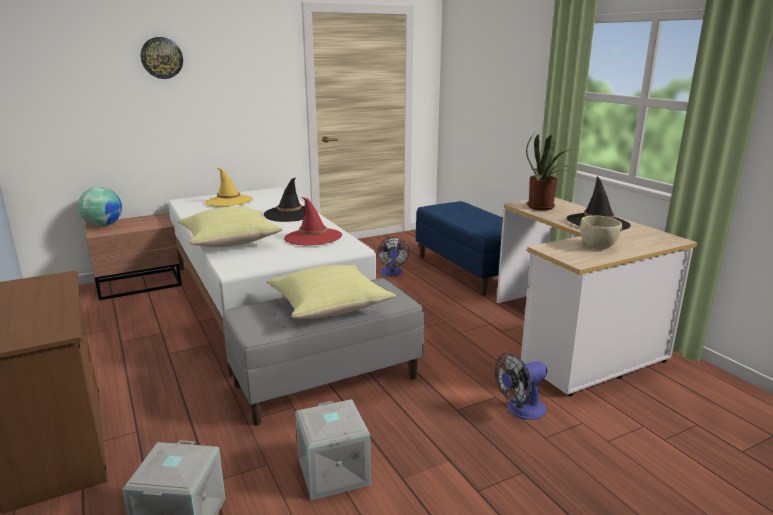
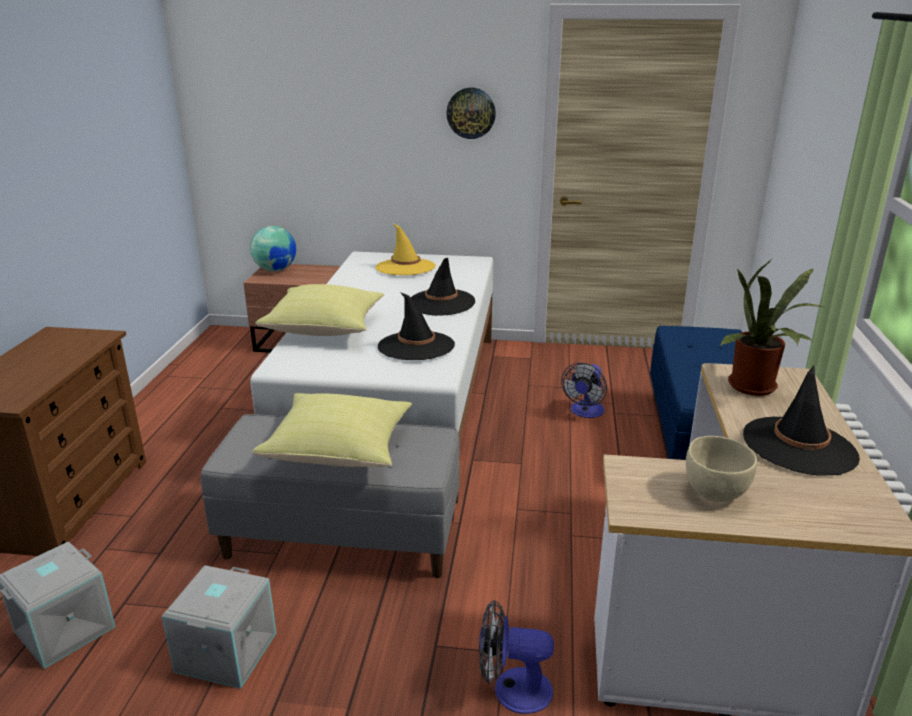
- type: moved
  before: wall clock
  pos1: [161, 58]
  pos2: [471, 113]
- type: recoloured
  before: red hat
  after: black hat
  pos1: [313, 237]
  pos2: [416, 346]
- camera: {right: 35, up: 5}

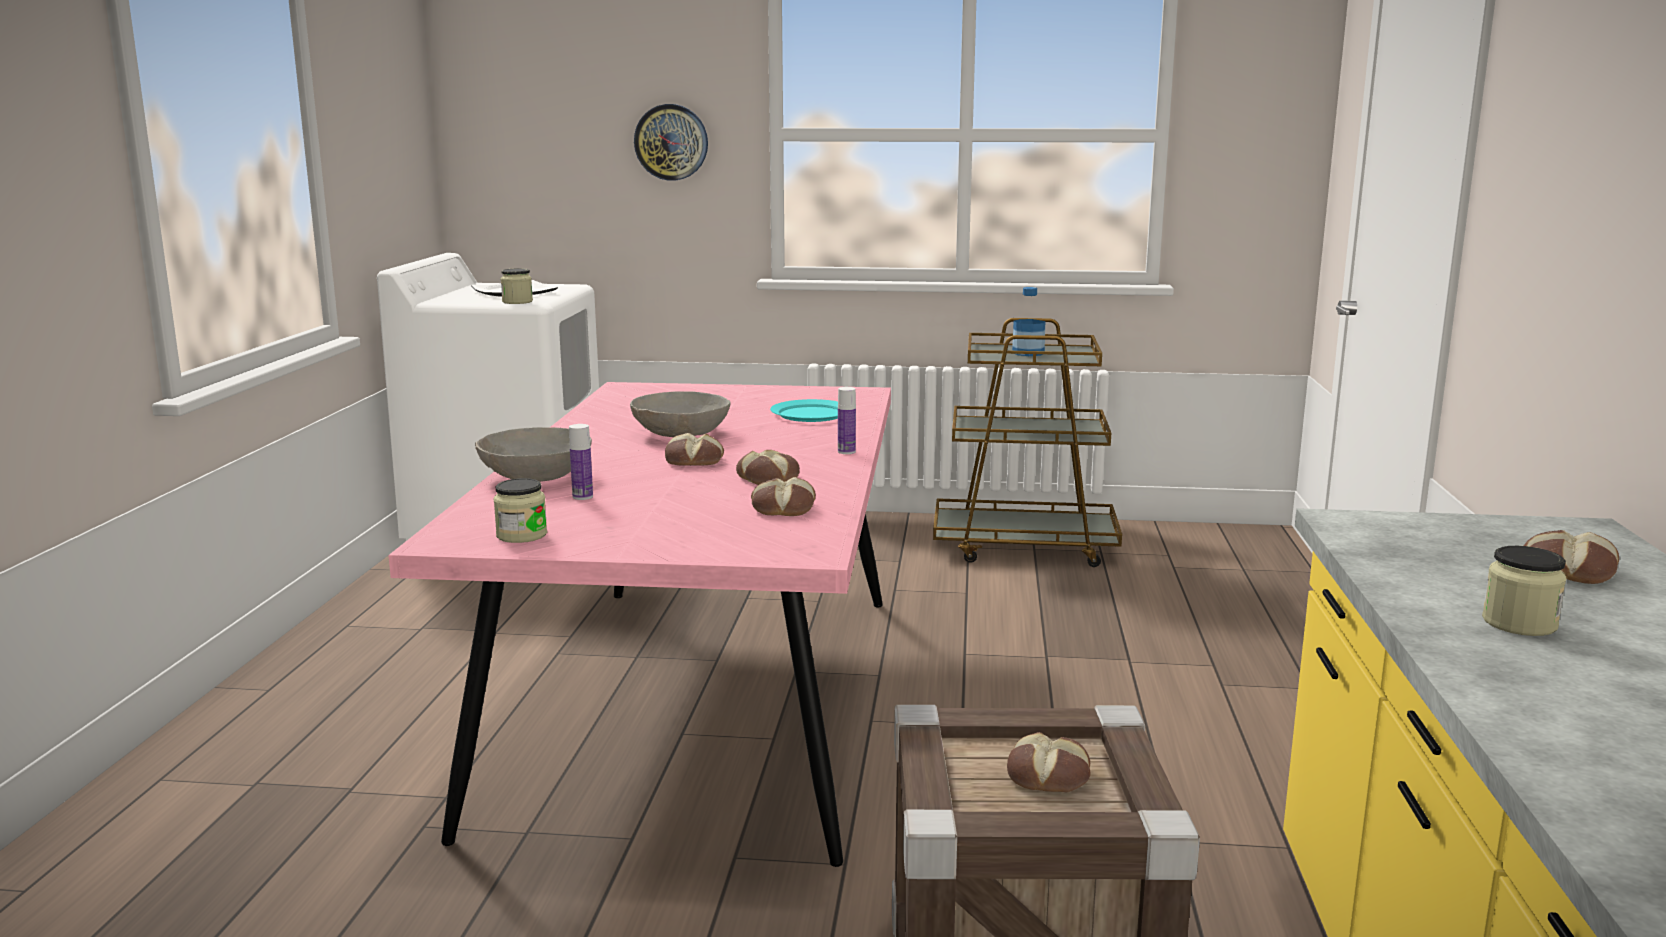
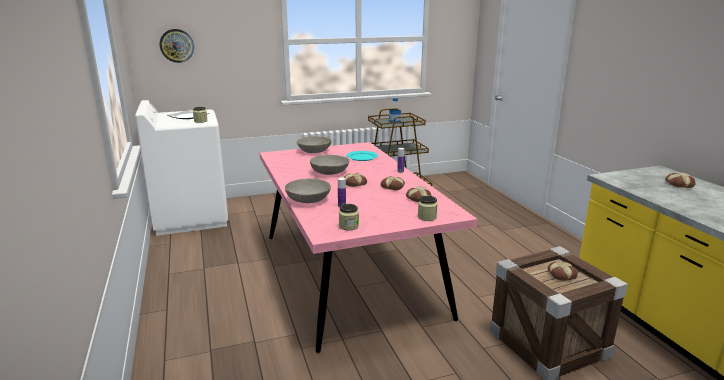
- type: moved
  before: wall clock
  pos1: [671, 142]
  pos2: [177, 45]
- type: moved
  before: jar
  pos1: [1519, 623]
  pos2: [427, 217]
- type: added
  after: grey bowl
  pos2: [314, 151]
- camera: {right: -25, up: 5}

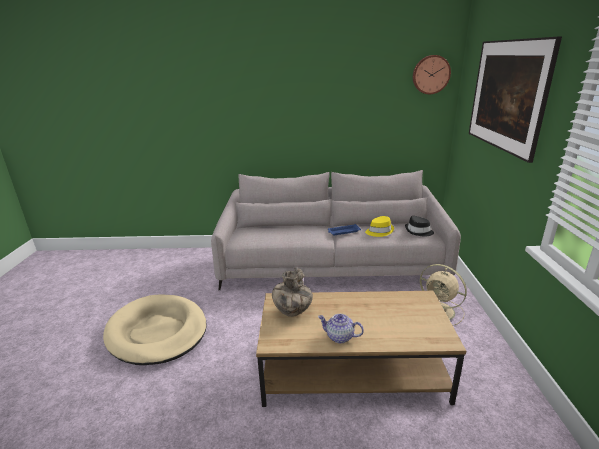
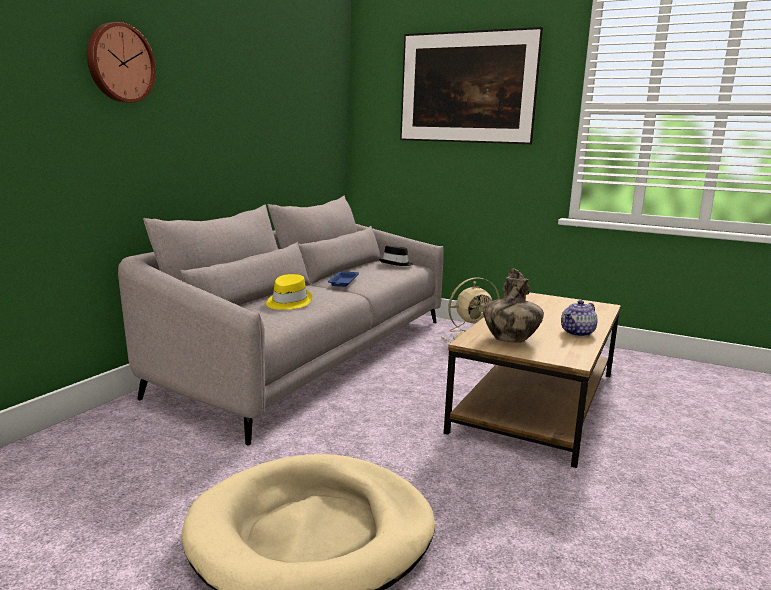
- type: moved
  before: wall clock
  pos1: [430, 74]
  pos2: [119, 63]
- type: moved
  before: yellow hat
  pos1: [379, 231]
  pos2: [287, 302]
- camera: {right: -65, up: -10}

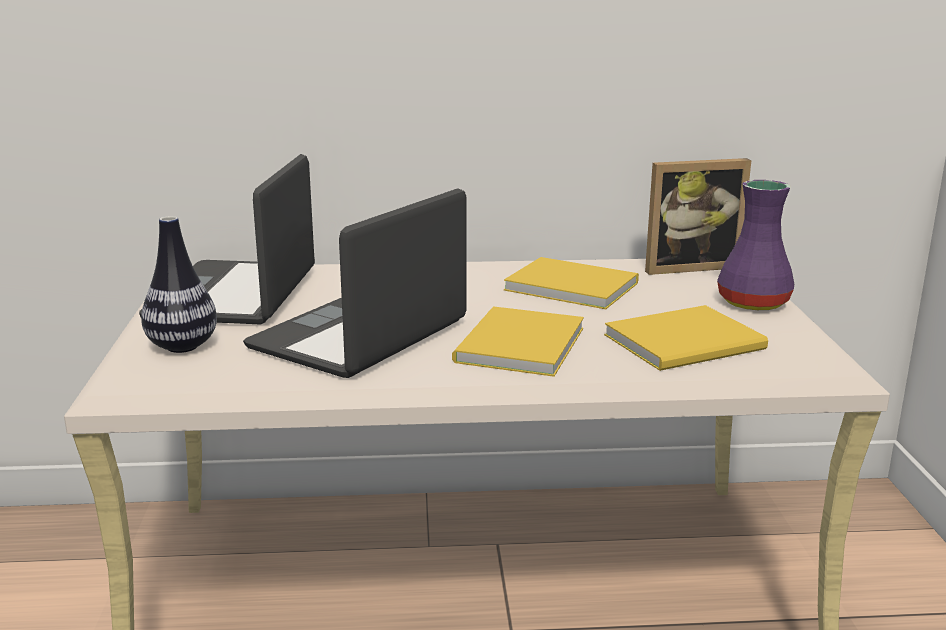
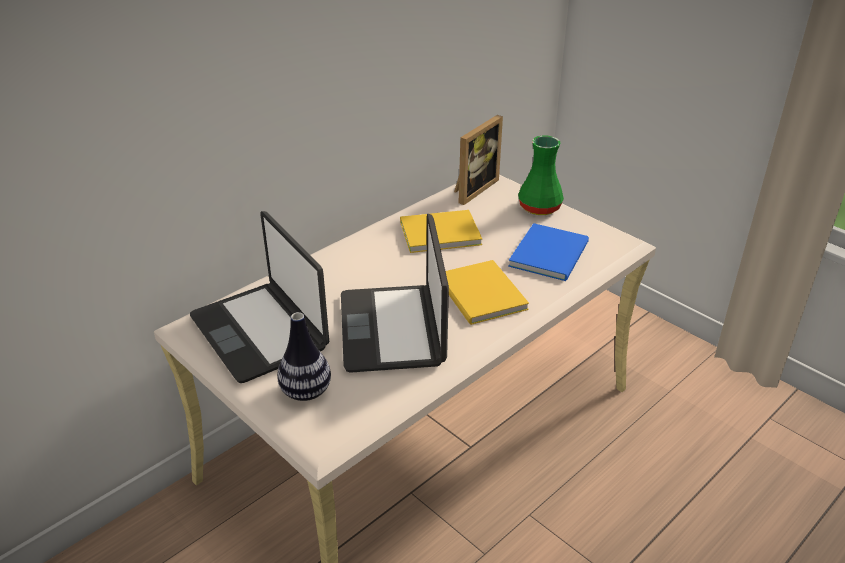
- type: recoloured
  before: purple vase
  after: green vase
  pos1: [751, 303]
  pos2: [539, 208]
- type: recoloured
  before: yellow book
  after: blue book
  pos1: [689, 343]
  pos2: [551, 253]
- camera: {right: -40, up: 15}

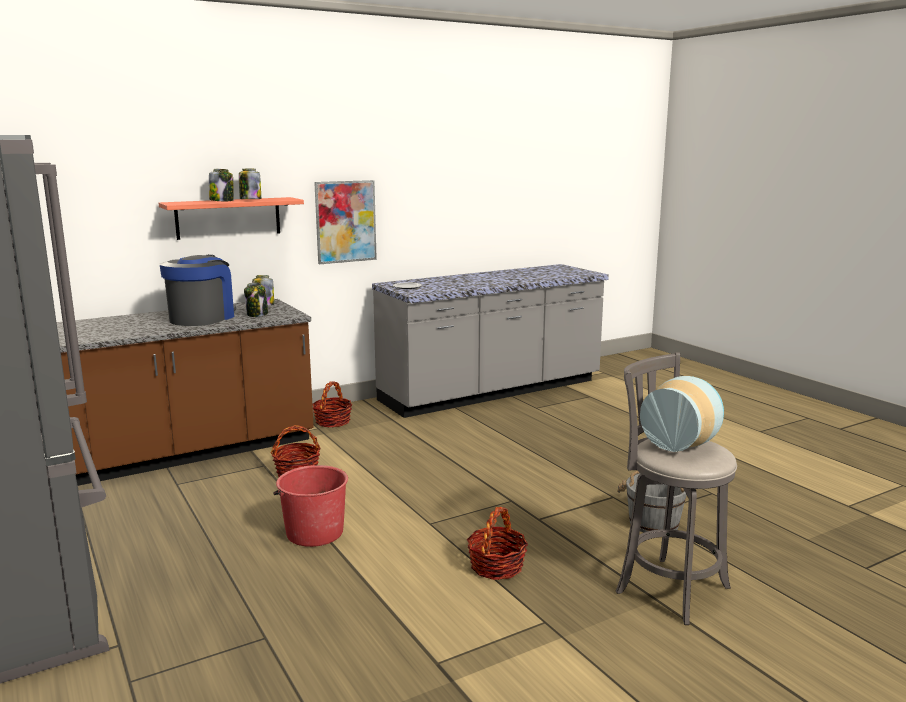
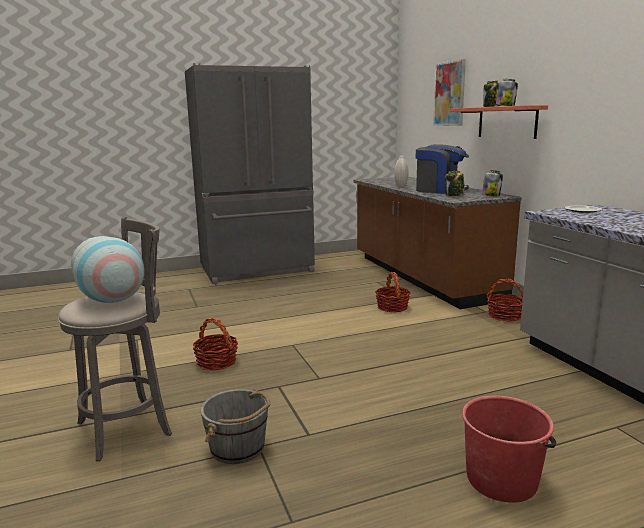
- type: moved
  before: picture
  pos1: [345, 221]
  pos2: [449, 94]
- type: moved
  before: red bucket
  pos1: [314, 533]
  pos2: [502, 479]
- type: added
  after: white vase
  pos2: [401, 187]
- camera: {right: 100, up: 0}

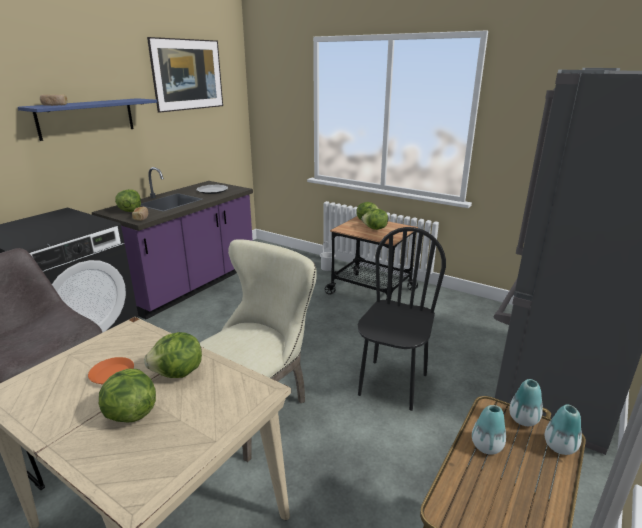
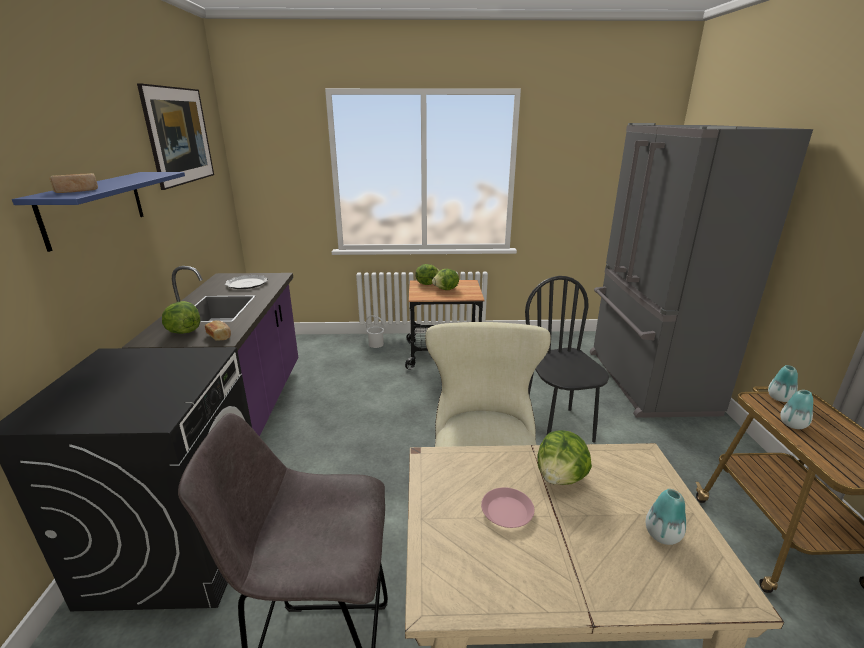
- type: recoloured
  before: orange plate
  after: pink plate
  pos1: [112, 374]
  pos2: [507, 511]
- type: removed
  before: lettuce
  pos1: [130, 414]
- type: moved
  before: vase
  pos1: [559, 446]
  pos2: [662, 535]
- camera: {right: -35, up: 0}

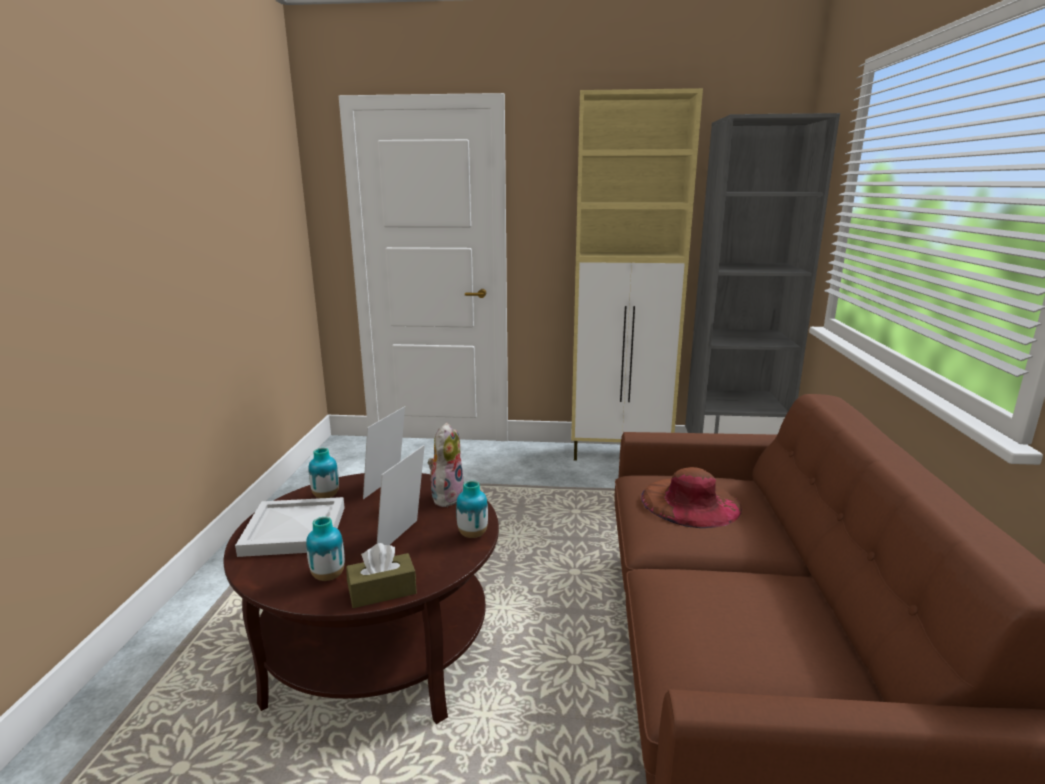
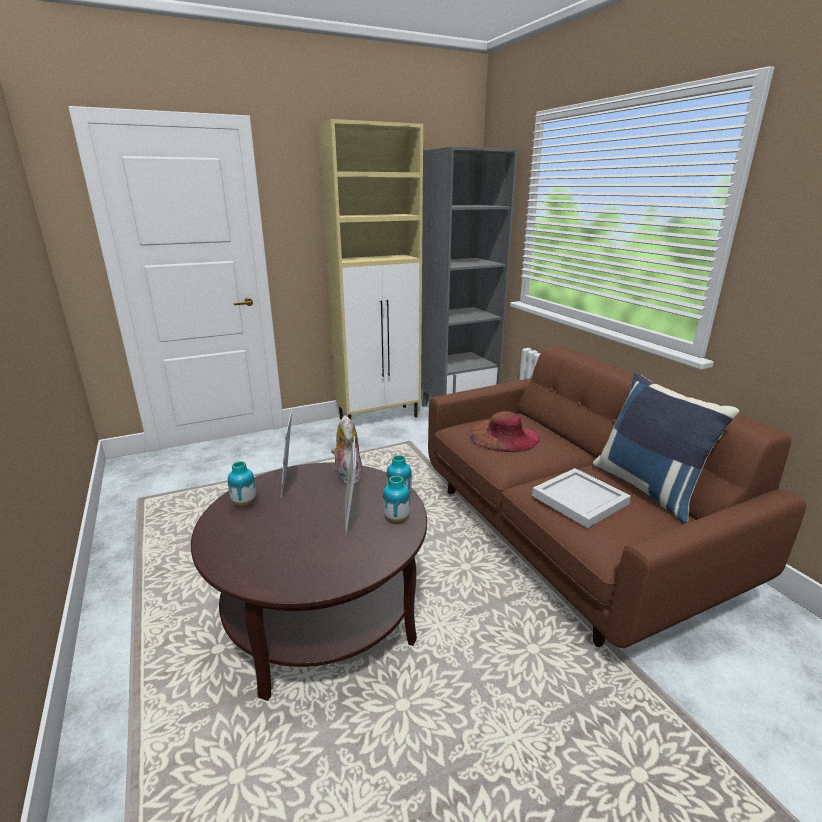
- type: moved
  before: white tray
  pos1: [295, 531]
  pos2: [581, 500]
- type: moved
  before: vase
  pos1: [328, 576]
  pos2: [396, 520]
- type: removed
  before: brown tissue box
  pos1: [382, 591]
- type: added
  after: blue pillow
  pos2: [648, 488]
- camera: {right: -30, up: 5}

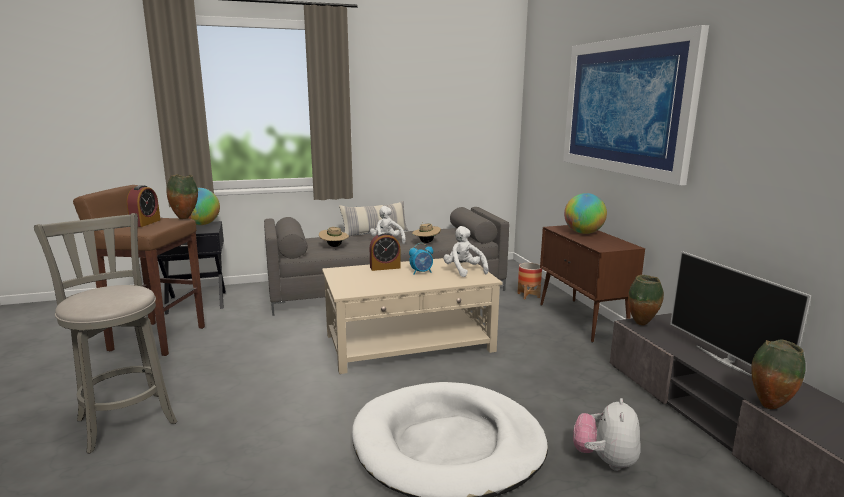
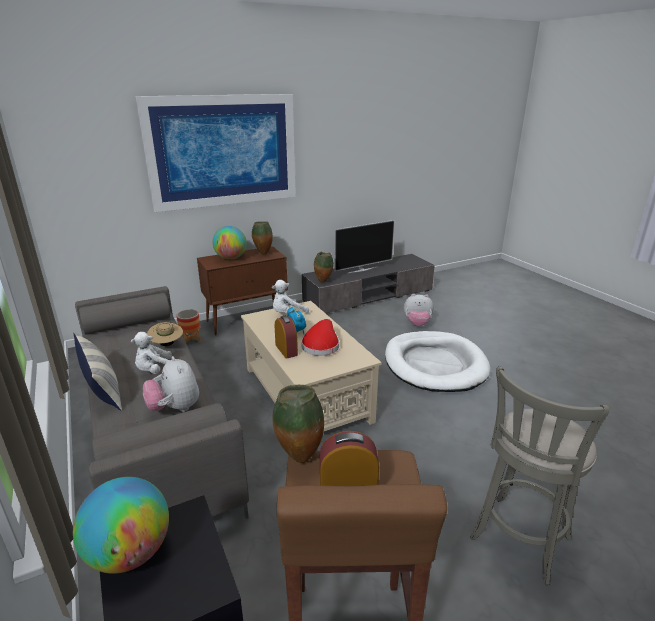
- type: replaced
  before: beige hat
  after: plush toy
  pos1: [334, 246]
  pos2: [175, 408]
- type: moved
  before: vase
  pos1: [769, 405]
  pos2: [263, 253]
- type: added
  after: red hat
  pos2: [321, 345]
- camera: {right: -100, up: 10}

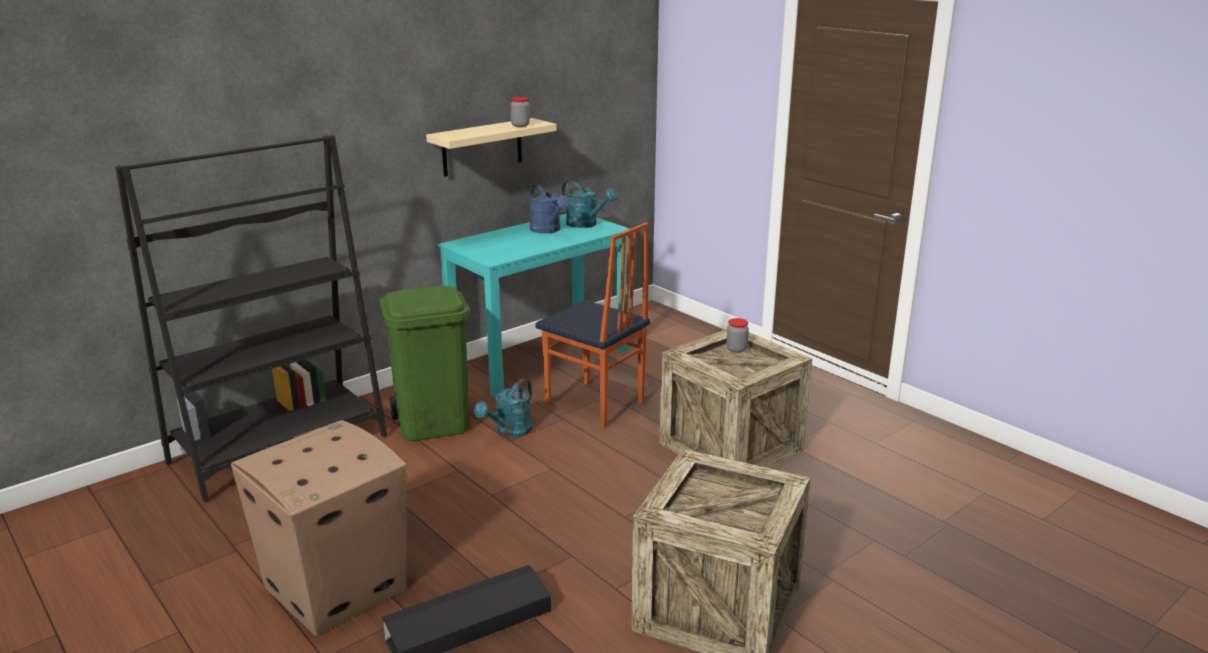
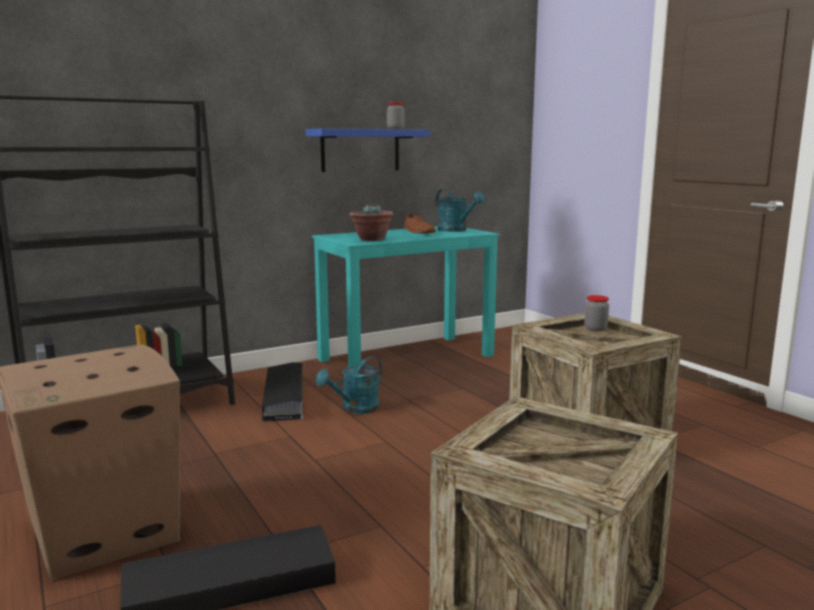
- type: recoloured
  before: beige shelf
  after: blue shelf
  pos1: [482, 147]
  pos2: [360, 150]
- type: replaced
  before: blue watering can
  after: brown shoe
  pos1: [548, 230]
  pos2: [419, 232]
- type: removed
  before: chair
  pos1: [594, 405]
- type: replaced
  before: green trash can
  after: black storage box
  pos1: [434, 424]
  pos2: [284, 398]
- type: added
  after: potted plant
  pos2: [371, 239]
- camera: {right: 10, up: -10}

